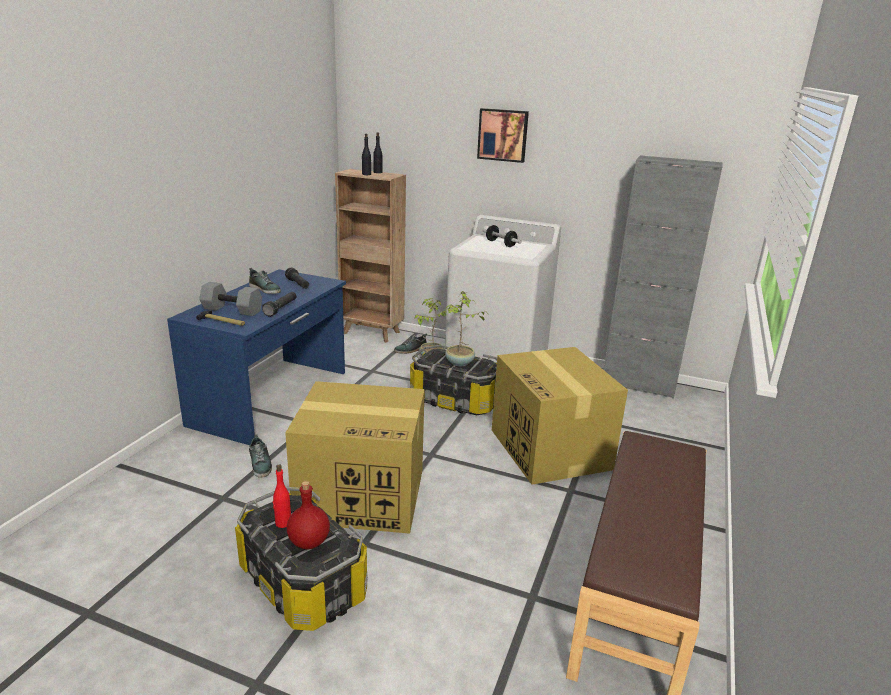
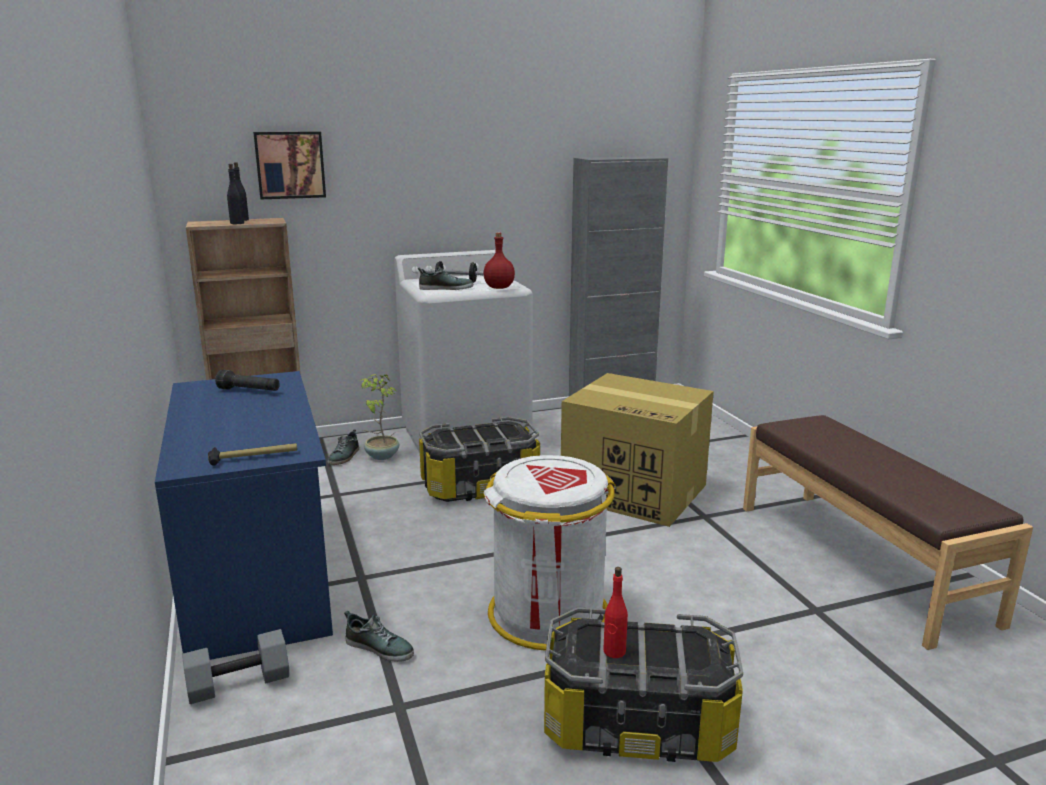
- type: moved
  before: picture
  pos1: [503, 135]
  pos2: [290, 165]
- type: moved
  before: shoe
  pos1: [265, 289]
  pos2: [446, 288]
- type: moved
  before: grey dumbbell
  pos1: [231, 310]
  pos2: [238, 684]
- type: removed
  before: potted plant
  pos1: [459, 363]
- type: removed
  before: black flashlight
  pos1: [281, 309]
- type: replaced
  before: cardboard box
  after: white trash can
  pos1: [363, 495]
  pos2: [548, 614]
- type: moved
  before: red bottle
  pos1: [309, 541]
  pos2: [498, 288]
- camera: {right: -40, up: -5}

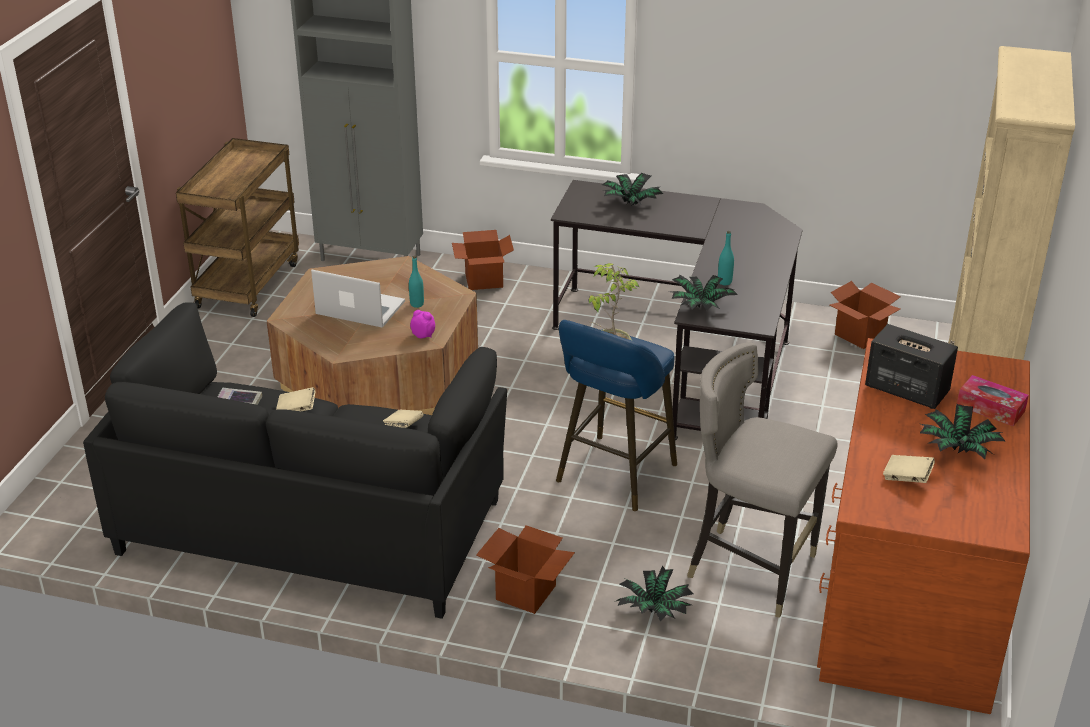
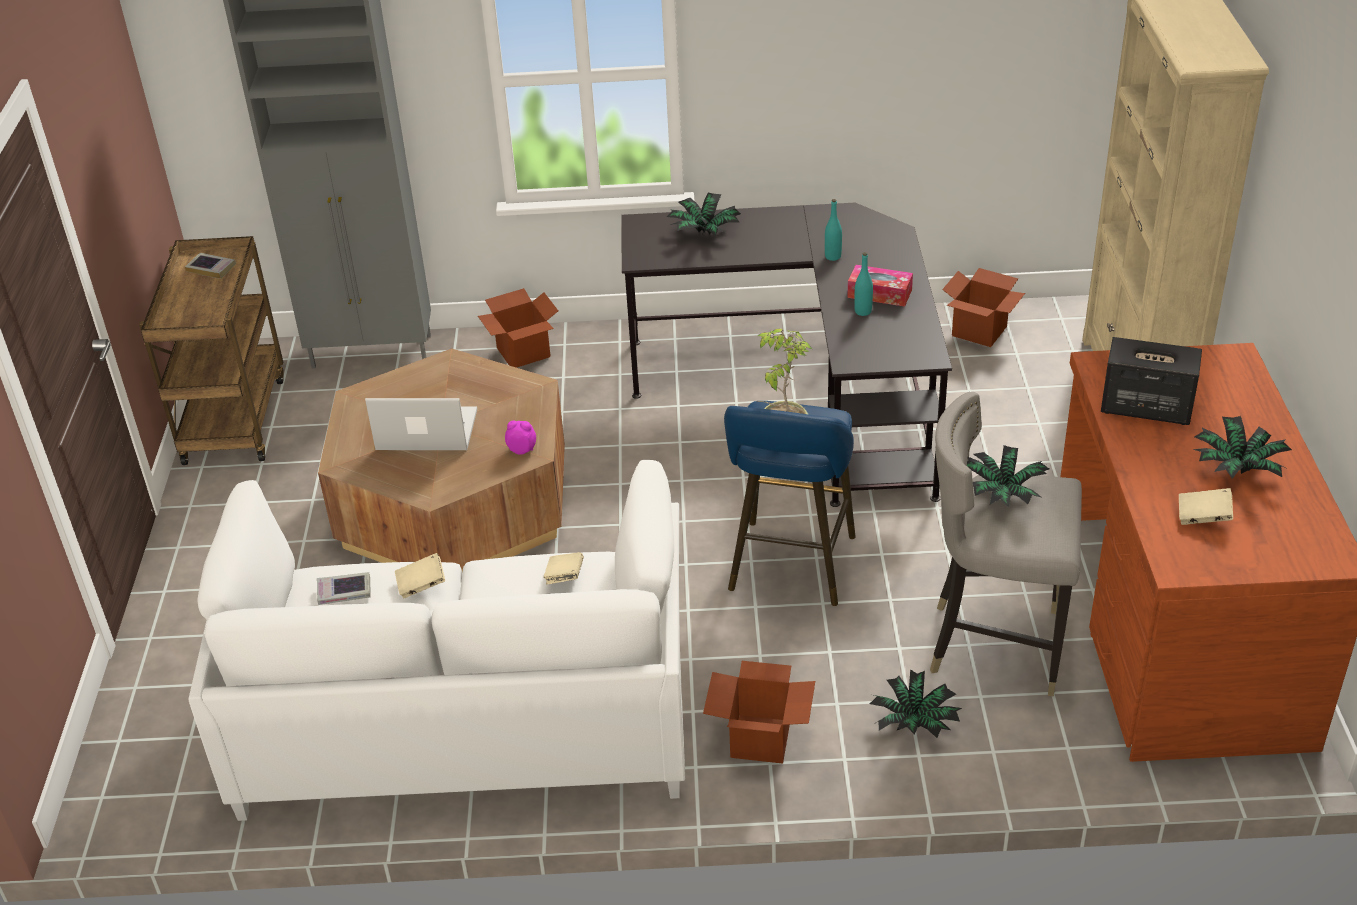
- type: moved
  before: turquoise bottle
  pos1: [417, 304]
  pos2: [833, 256]
- type: moved
  before: potted plant
  pos1: [700, 307]
  pos2: [1002, 494]
- type: recoloured
  before: black sofa
  after: white sofa
  pos1: [312, 525]
  pos2: [466, 718]
- type: moved
  before: tissue box
  pos1: [990, 408]
  pos2: [879, 293]
- type: added
  after: book
  pos2: [211, 268]
- camera: {right: -15, up: 5}

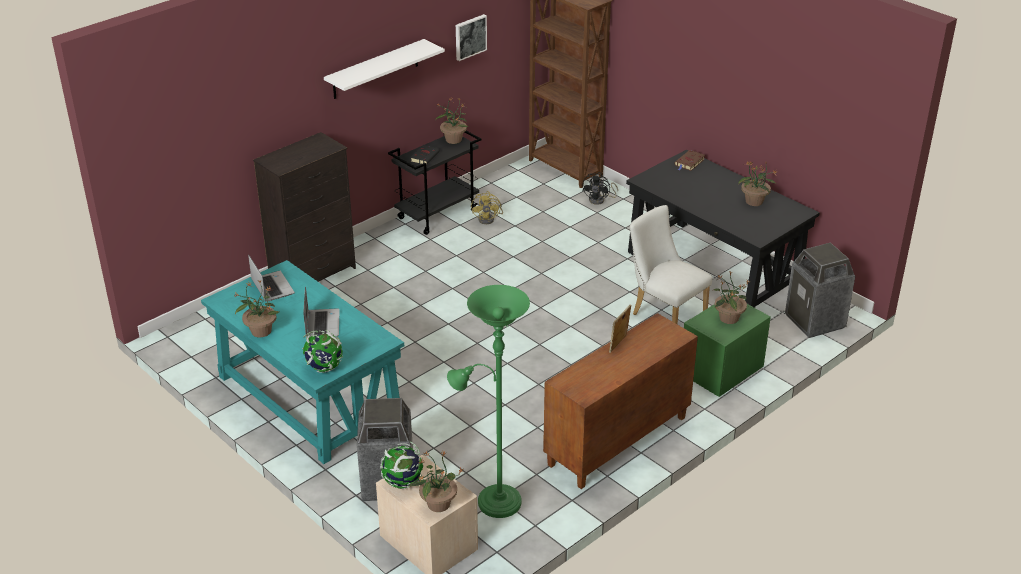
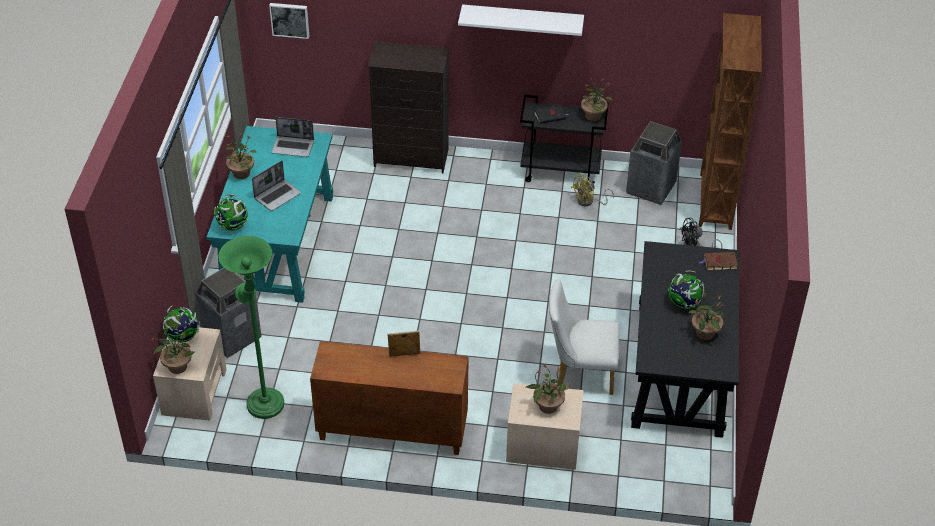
- type: moved
  before: picture
  pos1: [470, 37]
  pos2: [290, 19]
- type: turned
  before: white chair
  pos1: [664, 313]
  pos2: [579, 372]
  turn: -90
- type: moved
  before: trash can
  pos1: [815, 321]
  pos2: [651, 188]
- type: turned
  before: laptop
  pos1: [272, 287]
  pos2: [293, 147]
  turn: 75
- type: recoloured
  before: green nightstand
  after: beige nightstand
  pos1: [721, 369]
  pos2: [542, 445]
- type: added
  after: globe
  pos2: [684, 303]
- camera: {right: 50, up: 10}

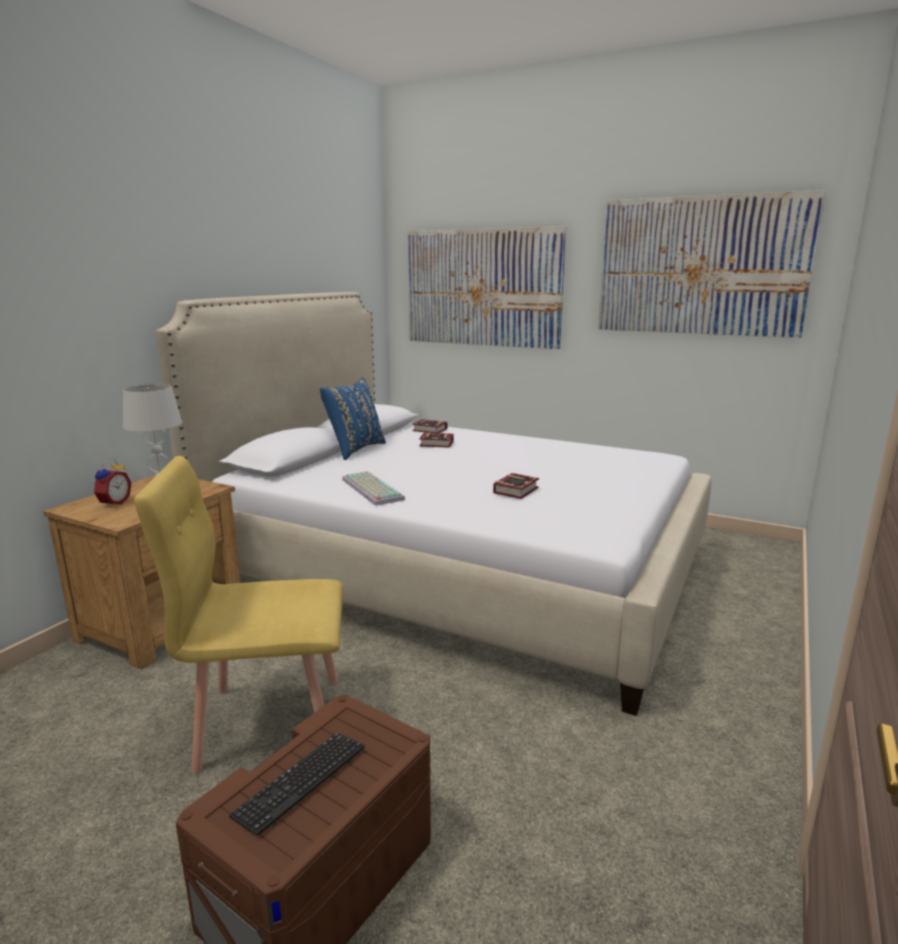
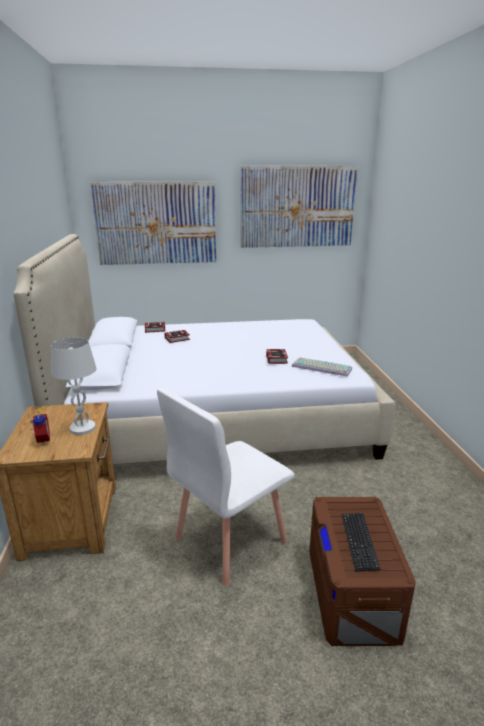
- type: removed
  before: blue pillow
  pos1: [354, 449]
- type: recoloured
  before: yellow chair
  after: white chair
  pos1: [270, 721]
  pos2: [229, 540]
- type: moved
  before: keyboard
  pos1: [370, 489]
  pos2: [320, 368]
- camera: {right: -35, up: 5}

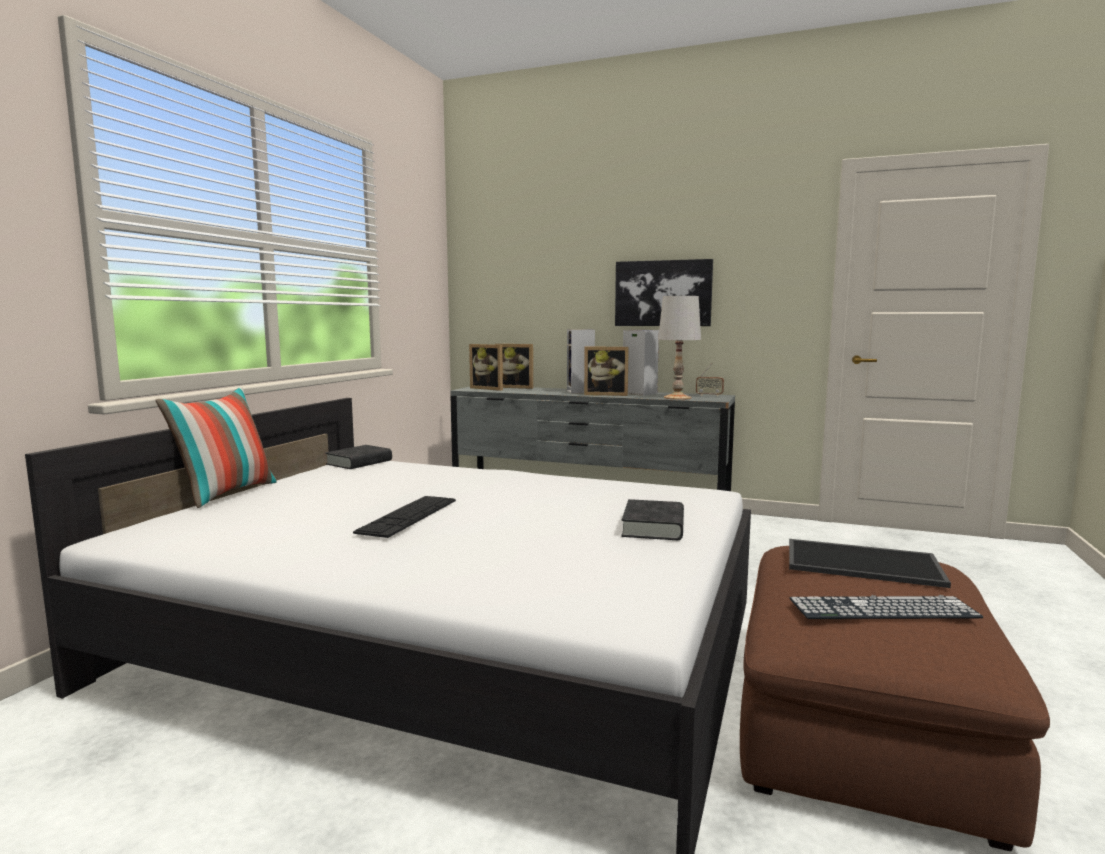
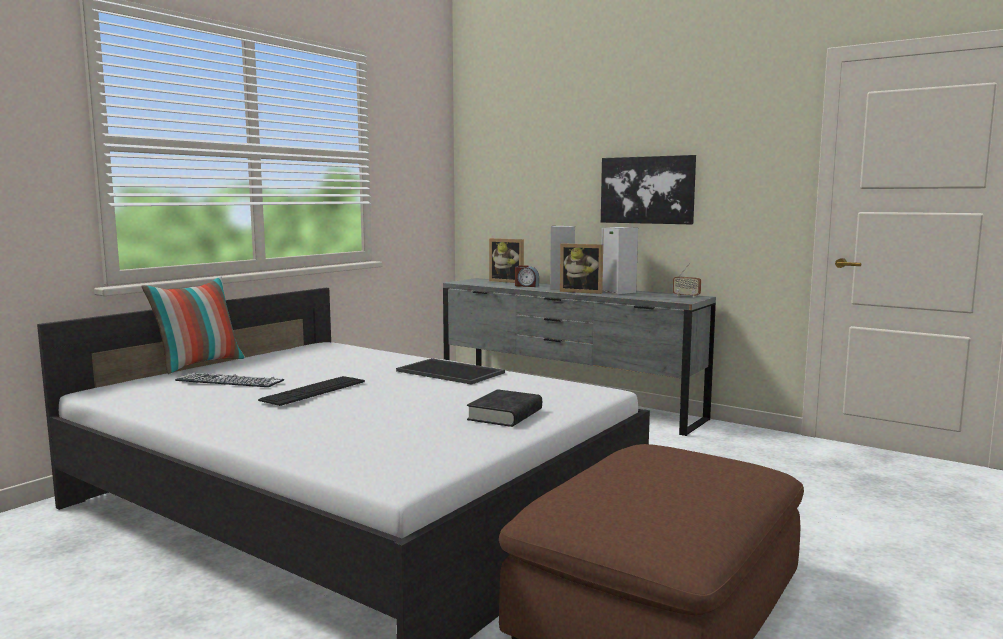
- type: removed
  before: white table lamp
  pos1: [677, 397]
- type: removed
  before: picture frame
  pos1: [489, 388]
- type: removed
  before: black book
  pos1: [359, 462]
- type: moved
  before: tray
  pos1: [863, 562]
  pos2: [452, 372]
- type: moved
  before: keyboard
  pos1: [883, 608]
  pos2: [229, 380]
- type: added
  after: alarm clock
  pos2: [526, 286]
- camera: {right: 15, up: 0}

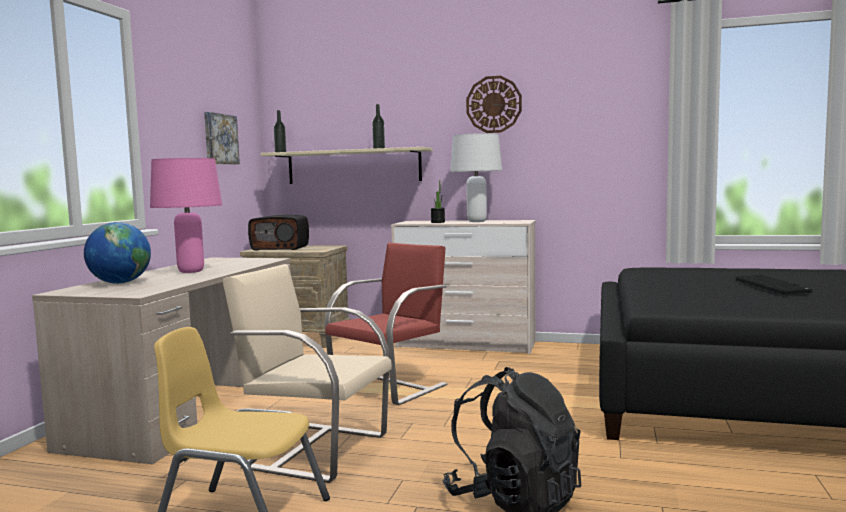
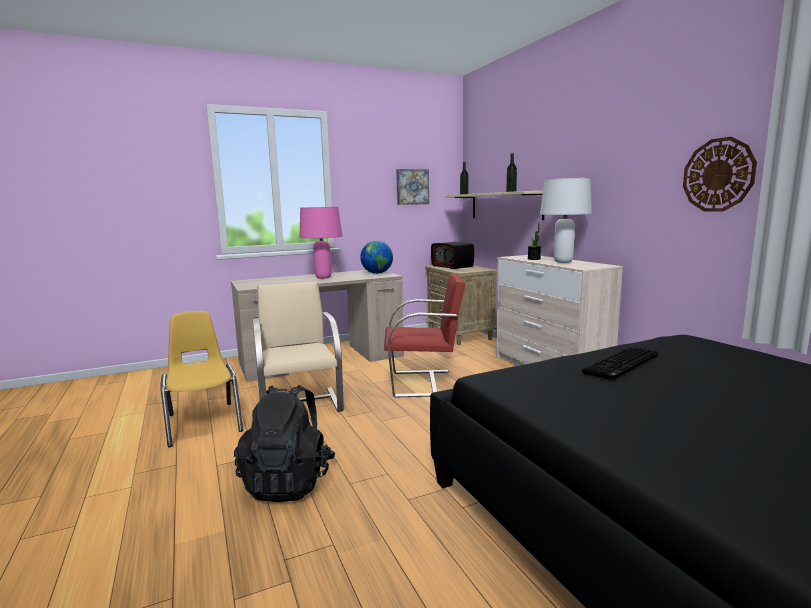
- type: moved
  before: wall clock
  pos1: [493, 104]
  pos2: [718, 175]
- type: moved
  before: globe
  pos1: [120, 283]
  pos2: [377, 273]
- type: moved
  before: keyboard
  pos1: [773, 286]
  pos2: [622, 365]
- camera: {right: 50, up: 5}

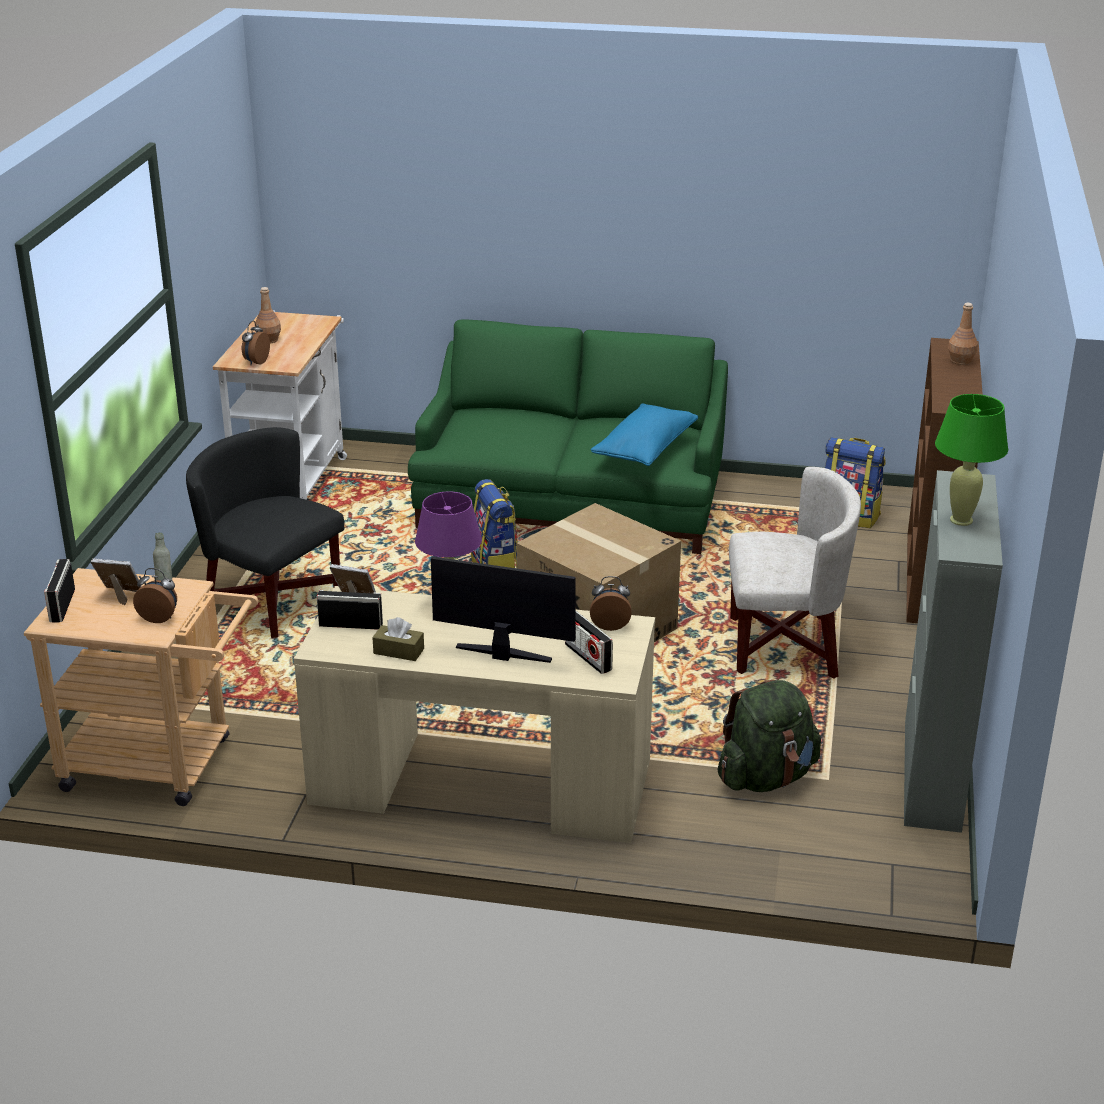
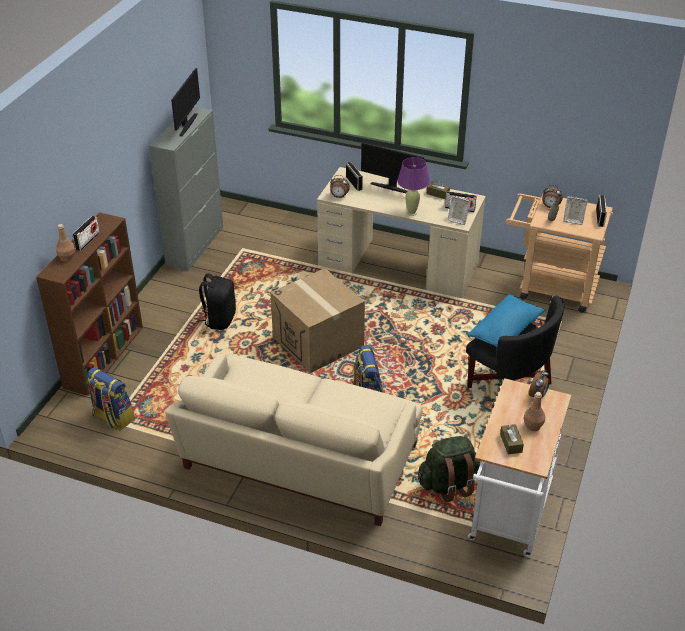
- type: recoloured
  before: green sofa
  after: beige sofa
  pos1: [571, 500]
  pos2: [299, 460]
- type: replaced
  before: green table lamp
  after: monitor
  pos1: [961, 520]
  pos2: [187, 124]
- type: moved
  before: blue pillow
  pos1: [644, 449]
  pos2: [505, 331]
- type: replaced
  before: white armchair
  after: black backpack
  pos1: [784, 646]
  pos2: [219, 319]
- type: moved
  before: green backpack
  pos1: [766, 777]
  pos2: [448, 484]
- type: added
  after: radio
  pos2: [87, 240]
- type: added
  after: brown tissue box
  pos2: [511, 443]
- camera: {right: -170, up: 10}

